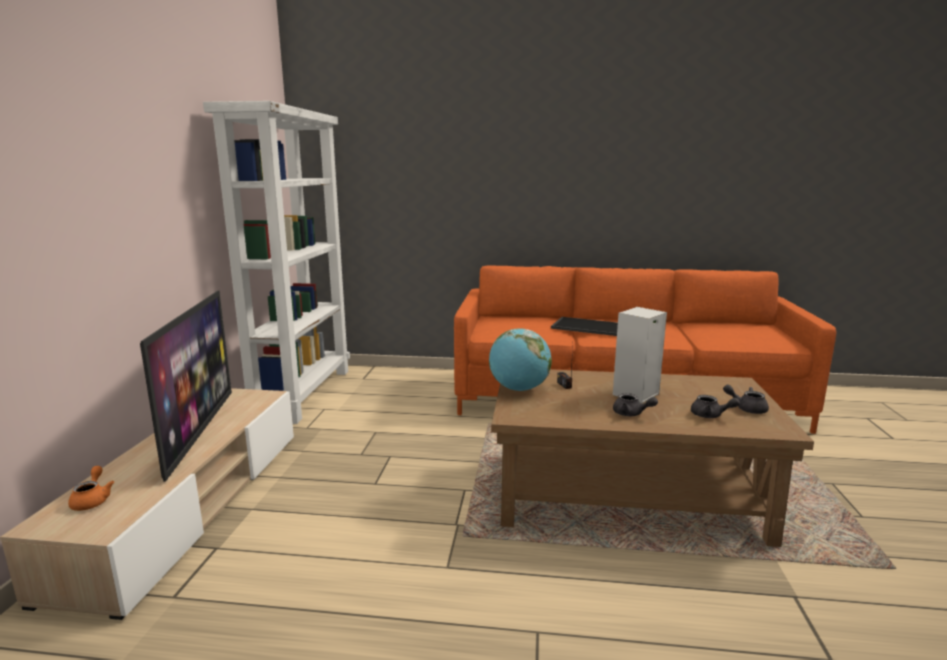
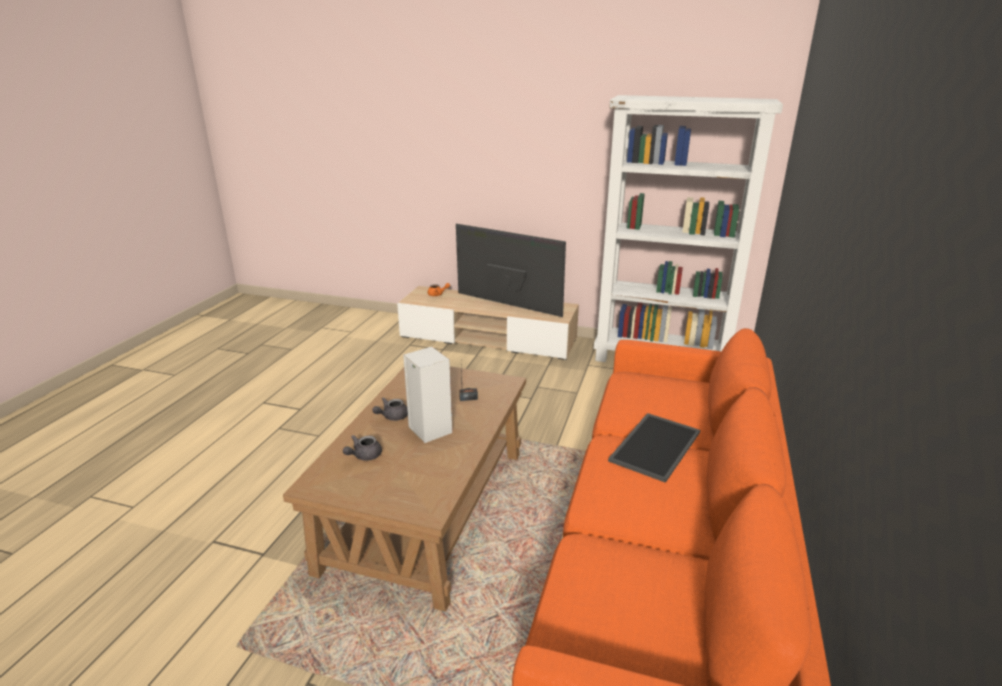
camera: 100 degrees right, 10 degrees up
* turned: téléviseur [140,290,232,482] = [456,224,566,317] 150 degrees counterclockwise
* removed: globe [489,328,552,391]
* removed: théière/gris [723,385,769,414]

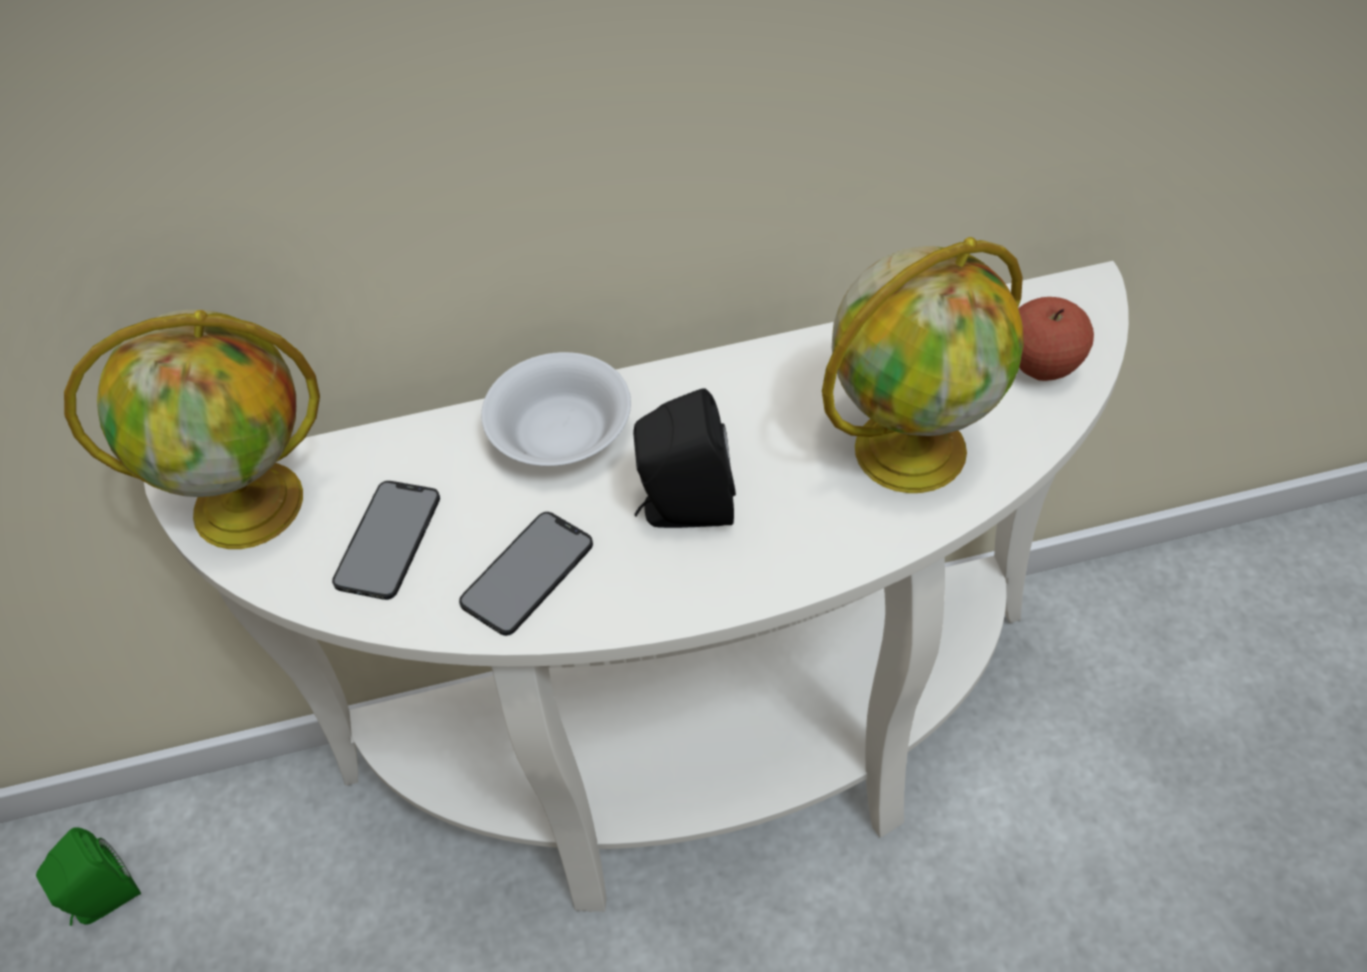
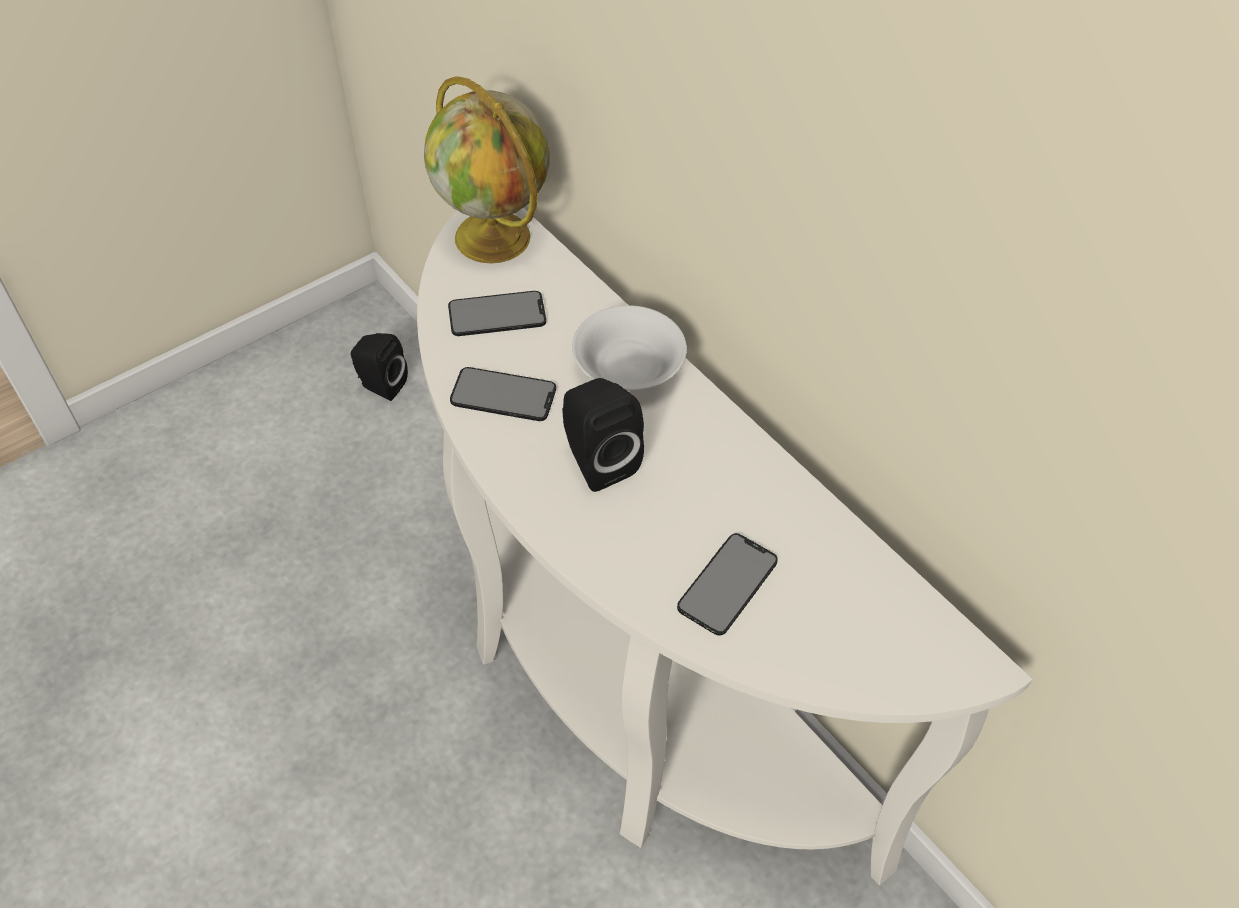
camera: 60 degrees right, 0 degrees up
* recoloured: enceinte/vert [36,827,141,926] to enceinte/noir [351,333,408,401]
* replaced: globe [822,237,1024,493] to téléphone [677,533,778,636]
* removed: pomme [1018,297,1094,381]

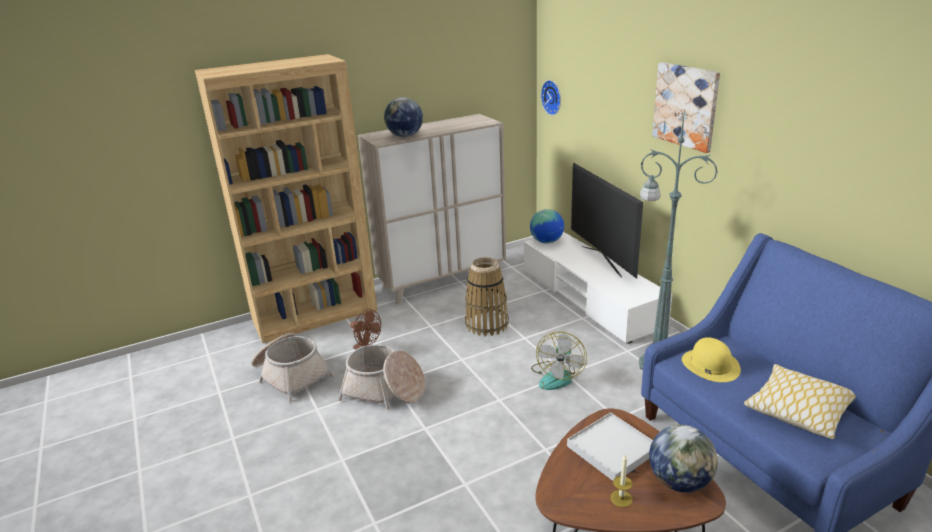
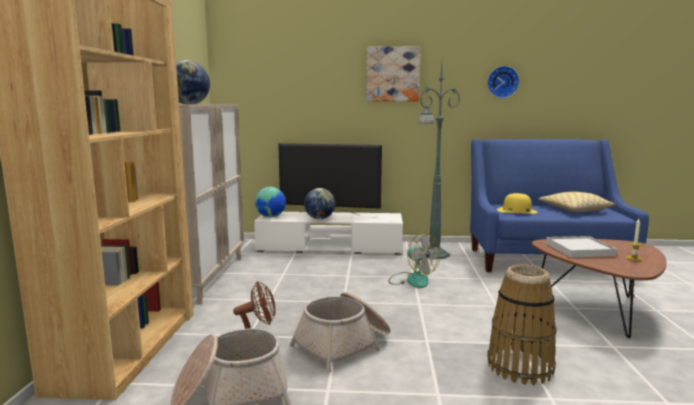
camera: 60 degrees left, 15 degrees down
* moved: panier [465,257,509,336] to [487,265,557,385]
* moved: horloge murale [541,80,561,115] to [487,66,519,98]
* moved: globe [649,424,718,493] to [304,188,335,219]

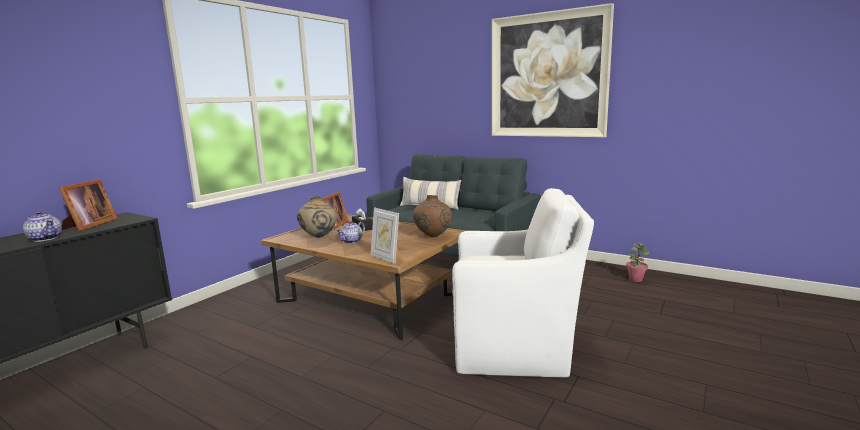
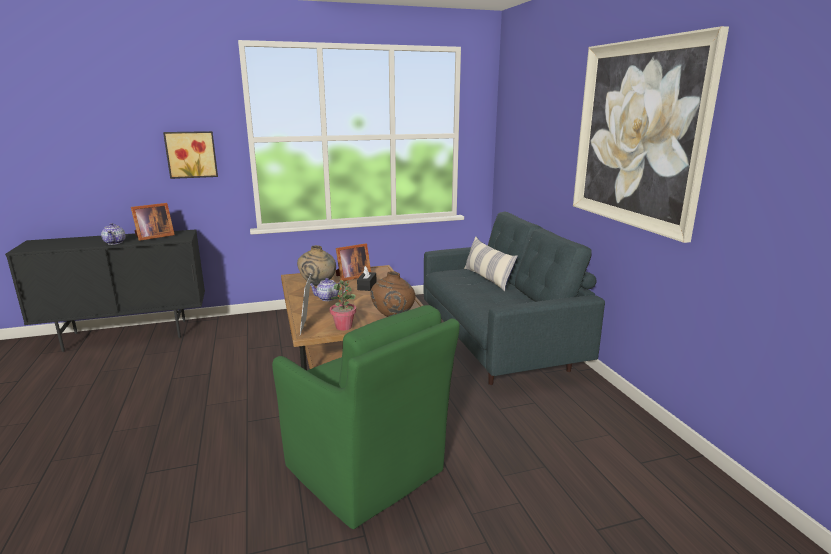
camera: 40 degrees right, 5 degrees up
* recoloured: fauteuil/blanc [452,188,594,377] to fauteuil/vert [272,305,460,529]
* moved: plante en pot [626,243,650,282] to [330,280,356,331]
* added: tableau [163,131,218,179]

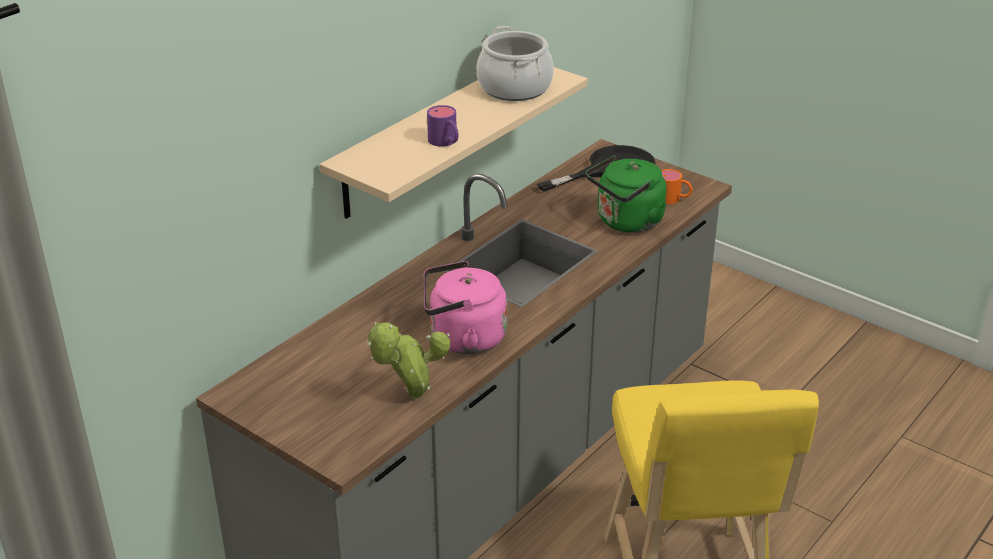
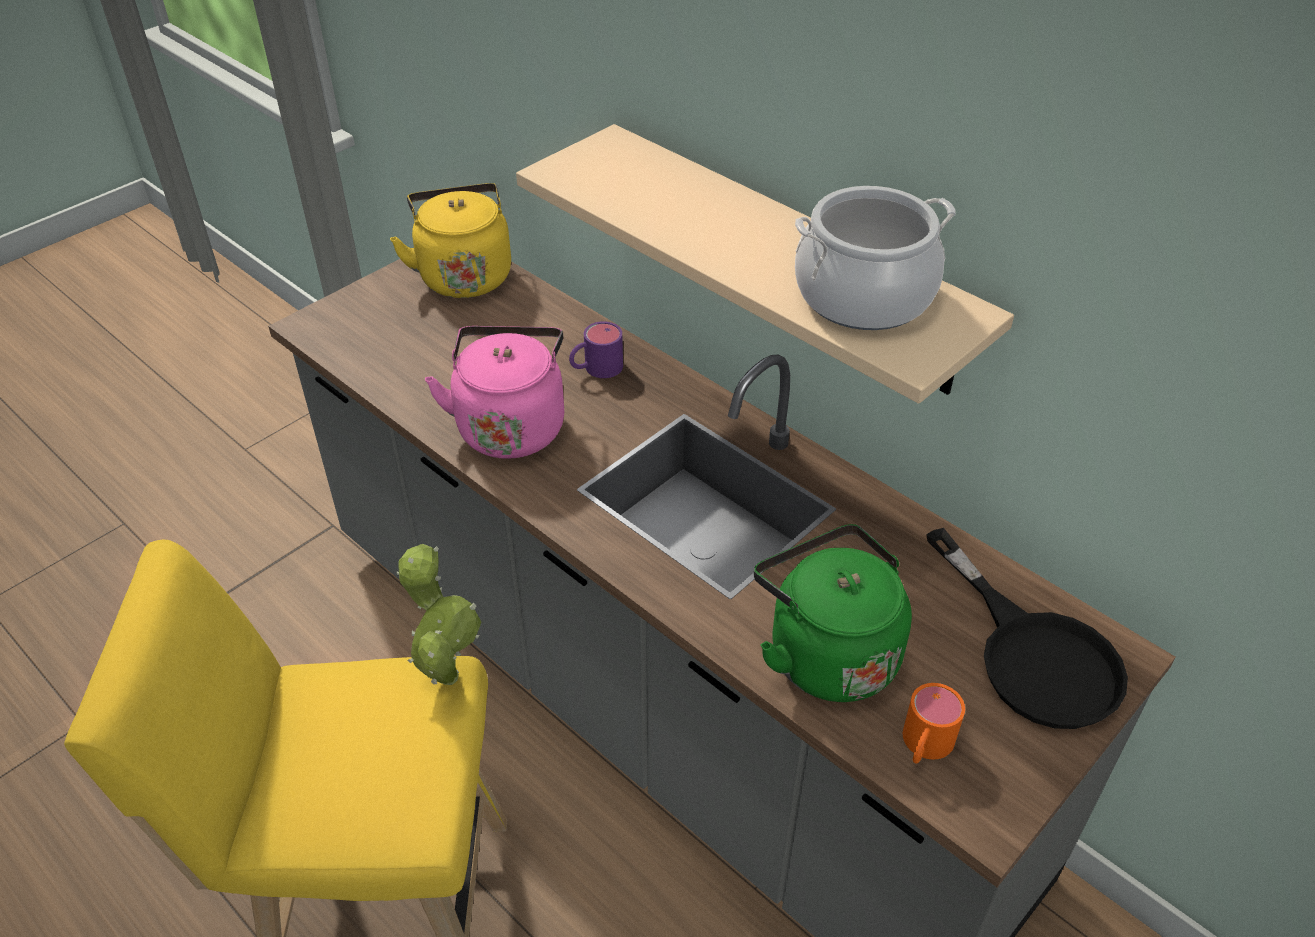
camera: 95 degrees right, 10 degrees up
* moved: plante en pot [367,322,450,399] to [396,544,481,685]
* moved: mug/violet [427,105,459,147] to [569,321,623,378]
* added: bouilloire/jaune [390,183,511,298]

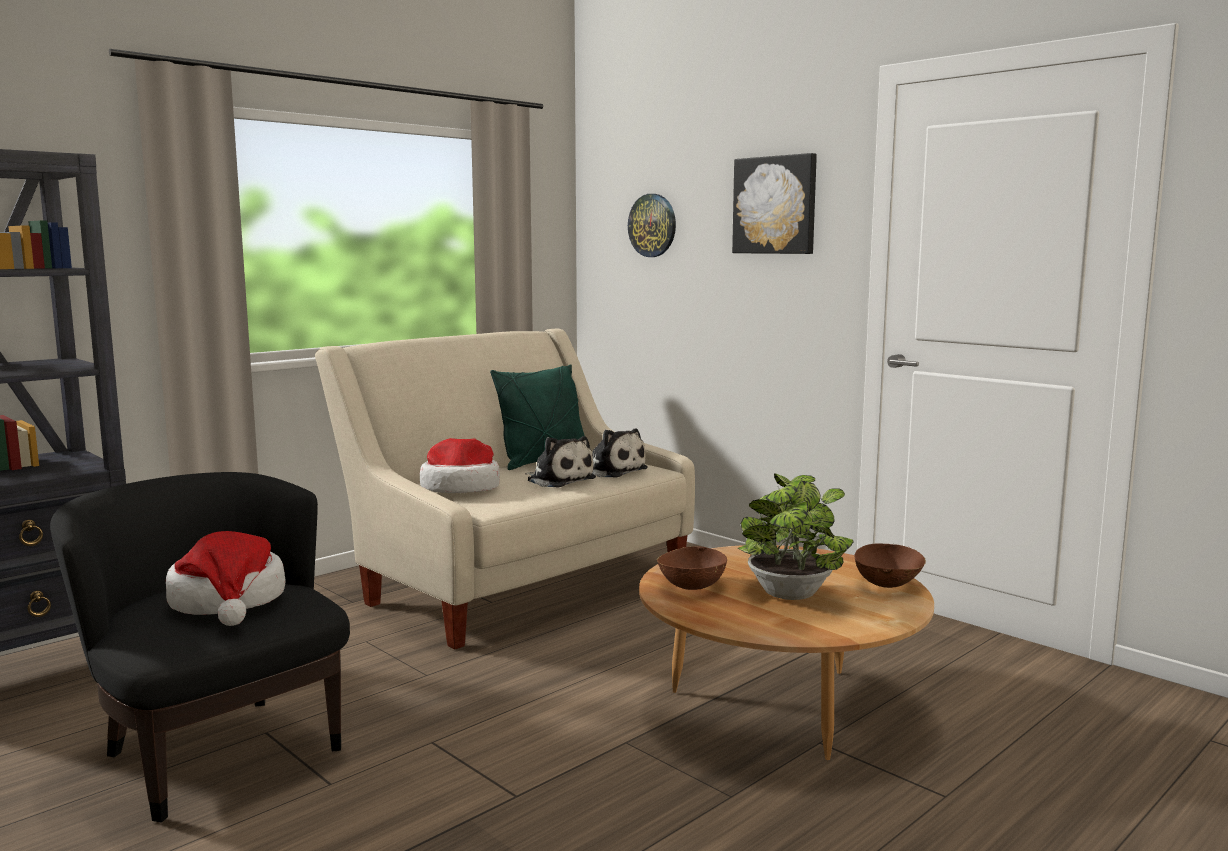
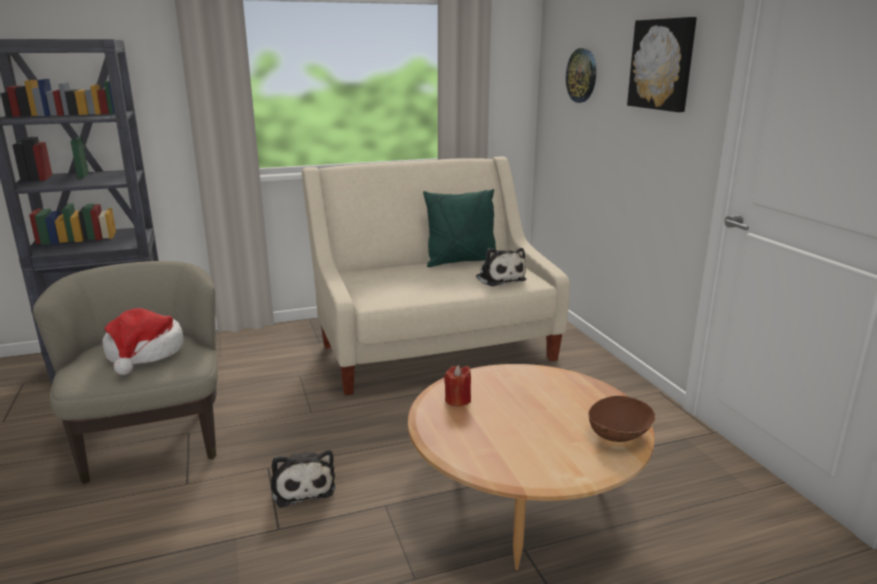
camera: 25 degrees right, 10 degrees up
* recoloured: fauteuil/noir [50,472,350,822] to fauteuil/beige [33,261,218,484]
* removed: chapeau [420,438,500,493]
* moved: peluche [525,436,596,488] to [271,450,336,508]
* replaced: bol/marron [657,546,727,590] to bougie/rouge [444,365,471,406]
* removed: plante en pot [738,473,854,600]

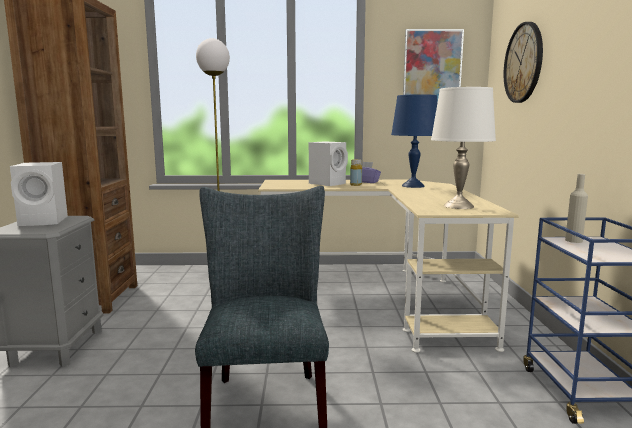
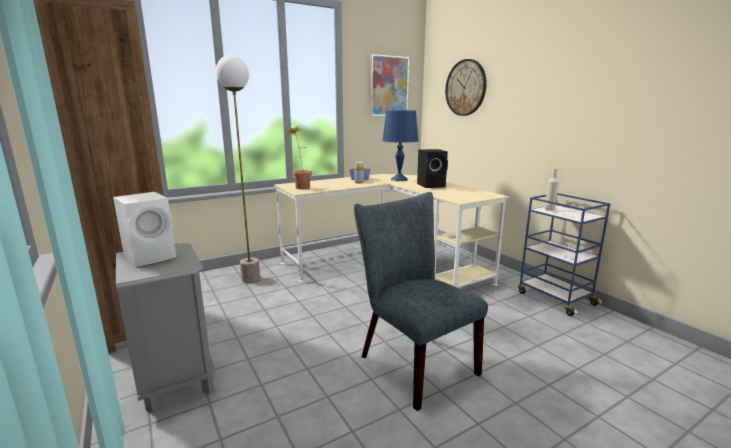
camera: 30 degrees left, 5 degrees up
* removed: enceinte/blanc [309,141,348,186]
* removed: lampe de table/blanc [431,87,496,209]
* added: plante en pot [286,127,312,189]
* added: enceinte/noir [417,149,448,188]

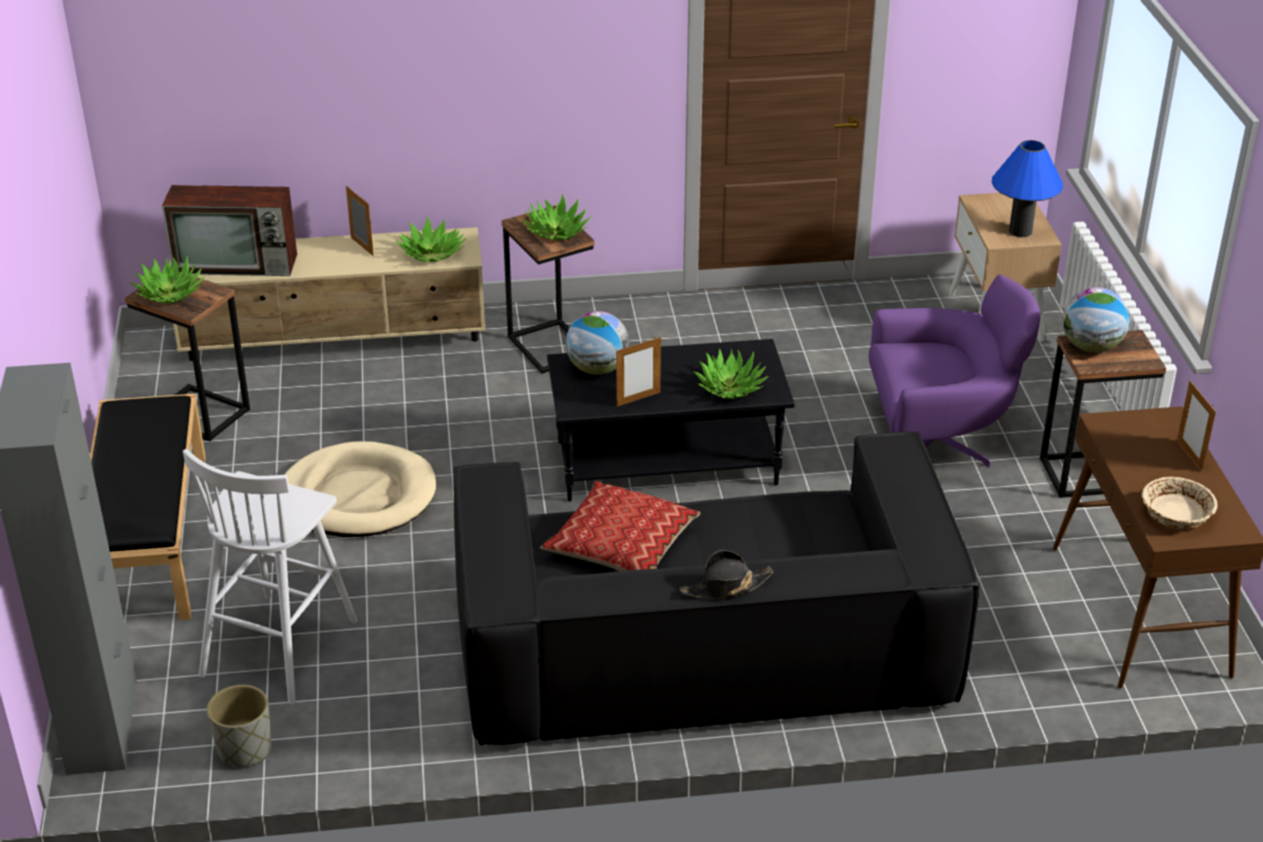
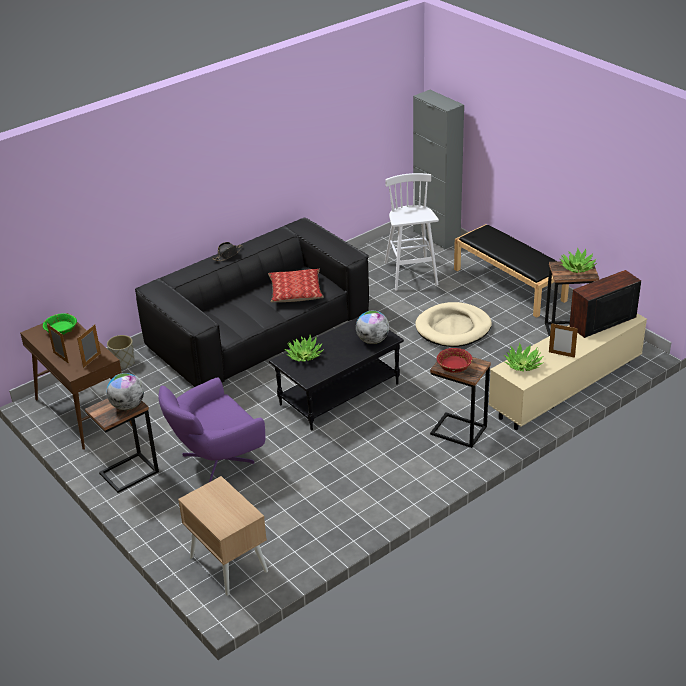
camera: 150 degrees right, 0 degrees up
* moved: cache-pot/gris [207,685,271,767] to [107,335,135,370]
* replaced: plante en pot [521,194,591,240] to bol/rouge [437,348,472,373]
* moved: cadre photo [616,337,661,406] to [77,325,101,368]
* removed: lampe de table/bleu [992,140,1063,237]
* recoloured: bol/beige [1141,477,1217,529] to bol/vert [43,313,77,335]

